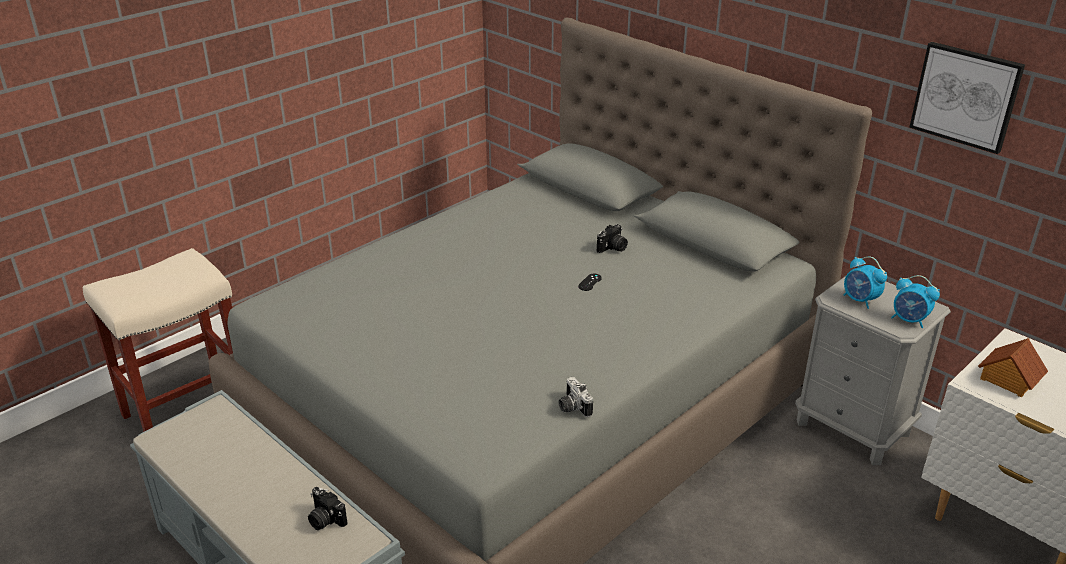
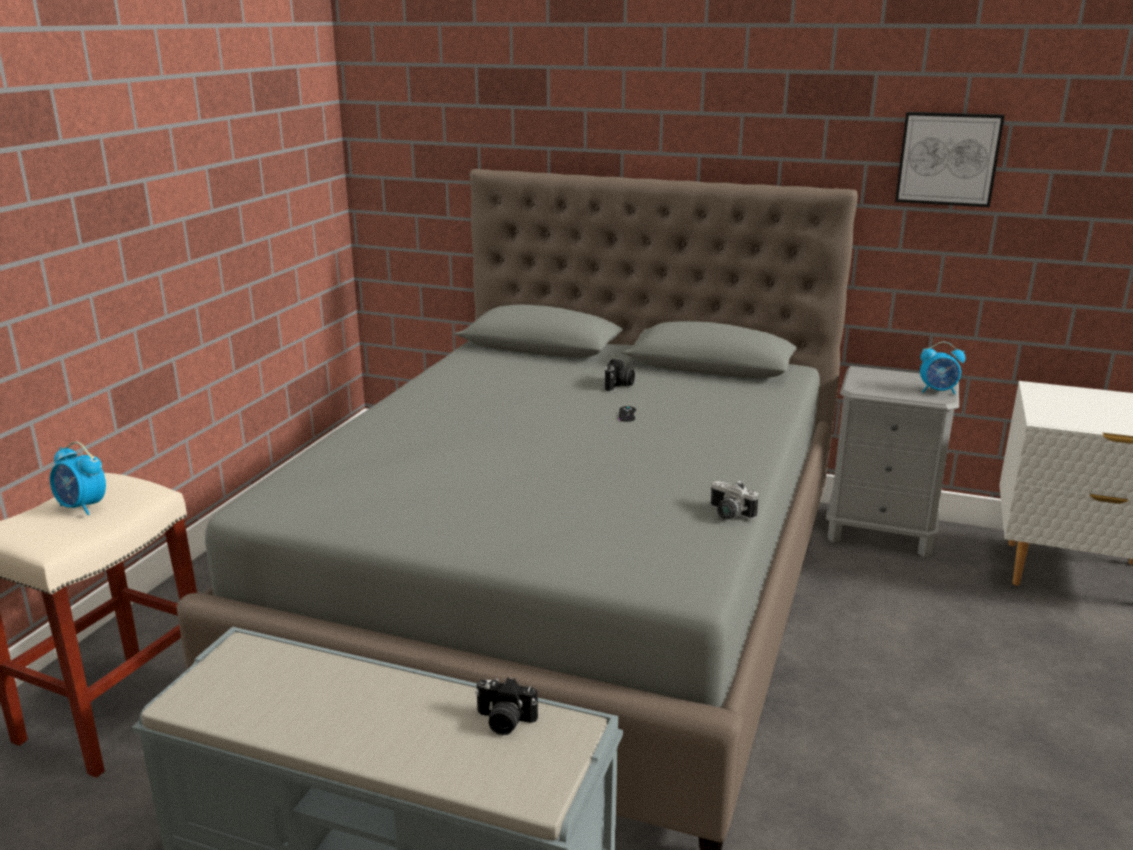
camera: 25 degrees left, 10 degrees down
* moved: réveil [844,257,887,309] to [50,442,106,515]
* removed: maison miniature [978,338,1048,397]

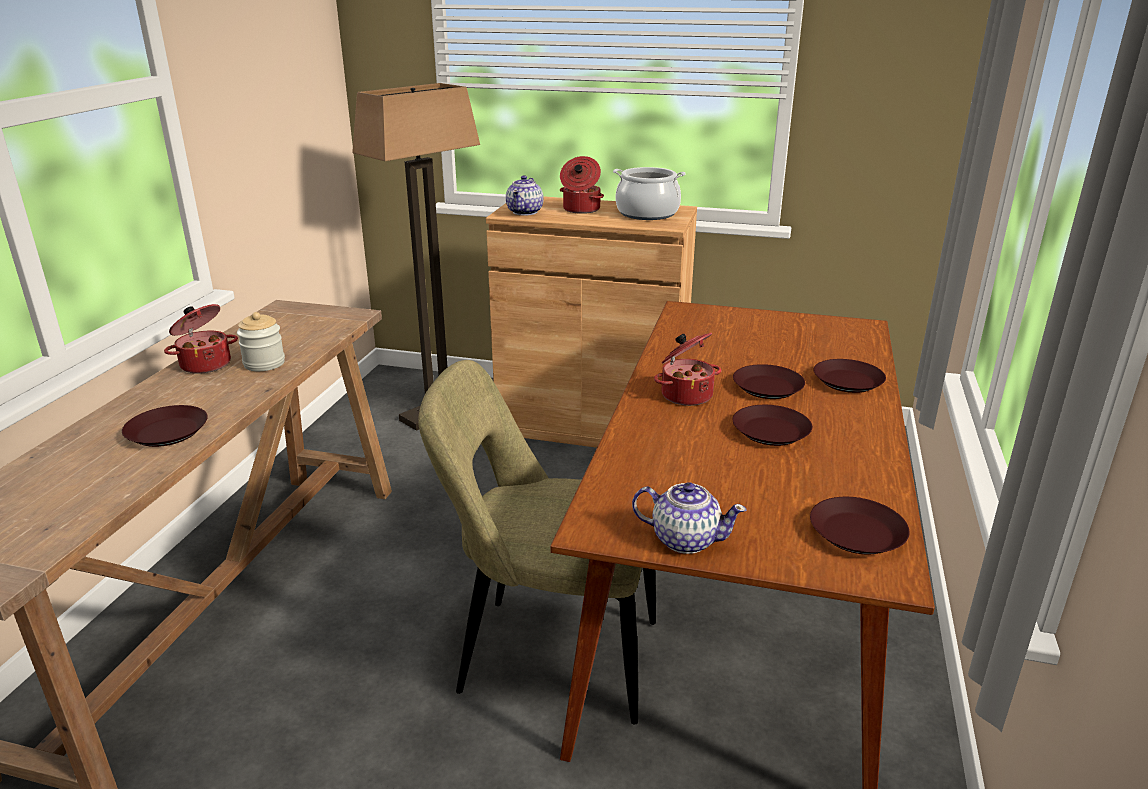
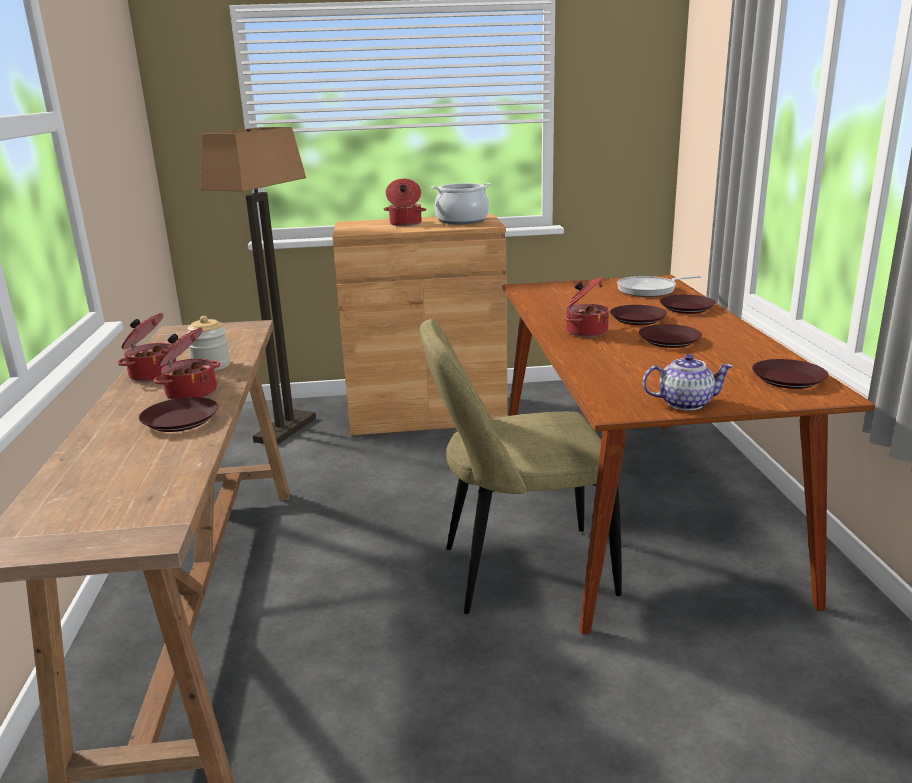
camera: 20 degrees left, 5 degrees down
* removed: théière [506,175,544,216]
* added: marmite [154,328,221,399]
* added: poêle [617,275,701,297]

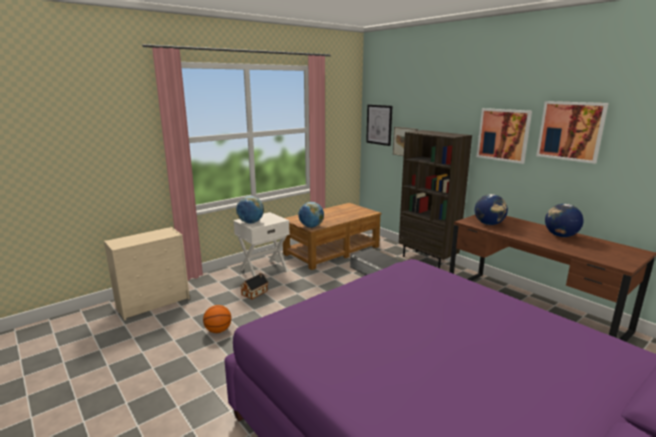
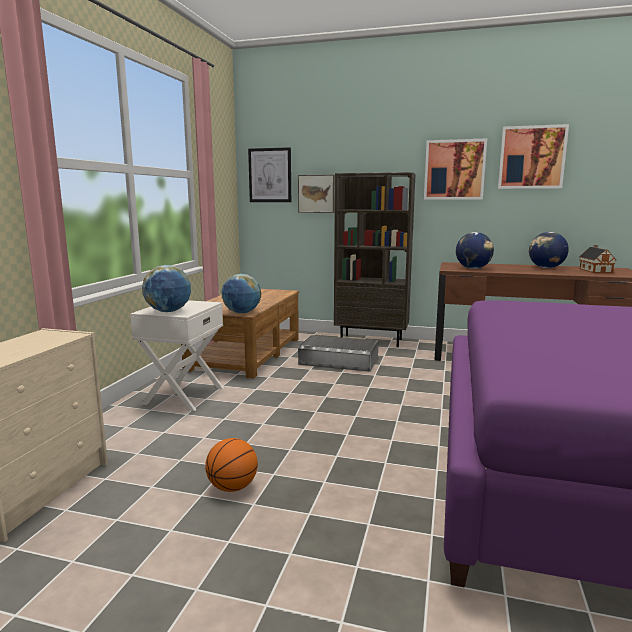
camera: 35 degrees left, 5 degrees down
* moved: maison miniature [240,273,269,299] to [579,245,617,273]

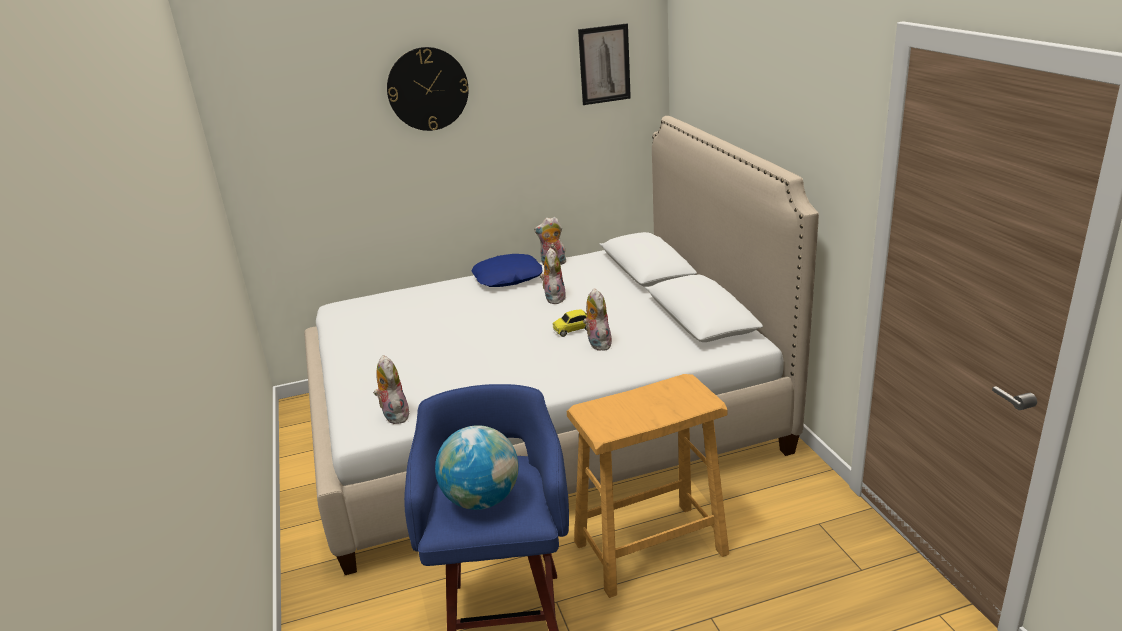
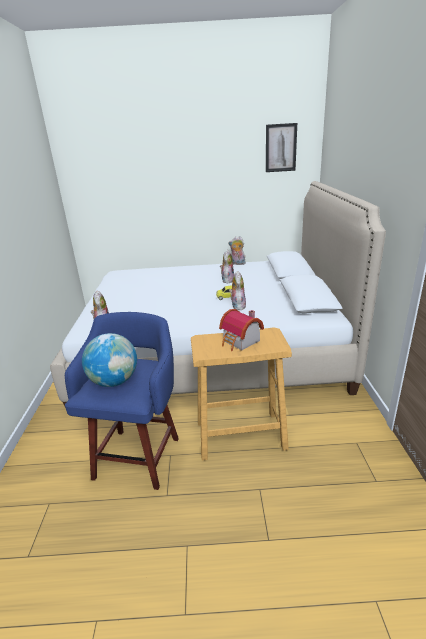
camera: 15 degrees right, 0 degrees up
* removed: horloge murale [387,47,469,131]
* removed: coussin/bleu [472,254,543,287]
* added: maison miniature [219,309,264,351]

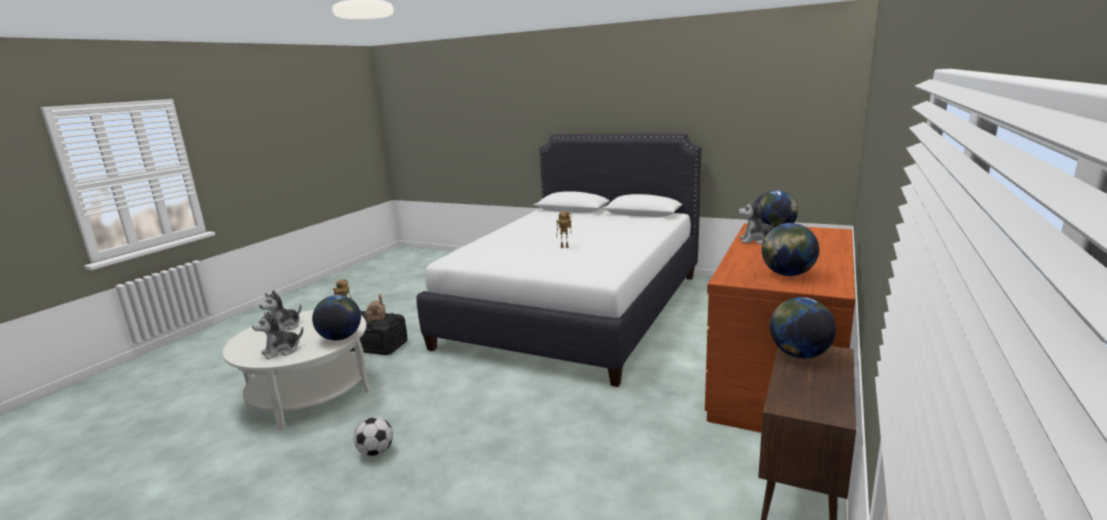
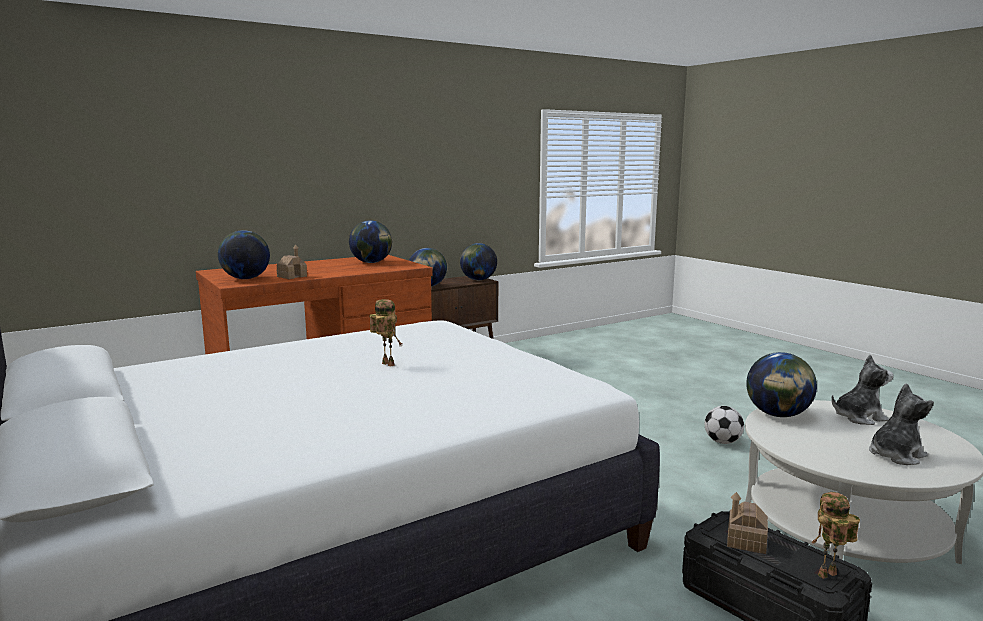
camera: 150 degrees left, 5 degrees down
* replaced: peluche [738,199,782,244] to maison miniature [277,244,307,279]
* added: globe [460,243,497,280]

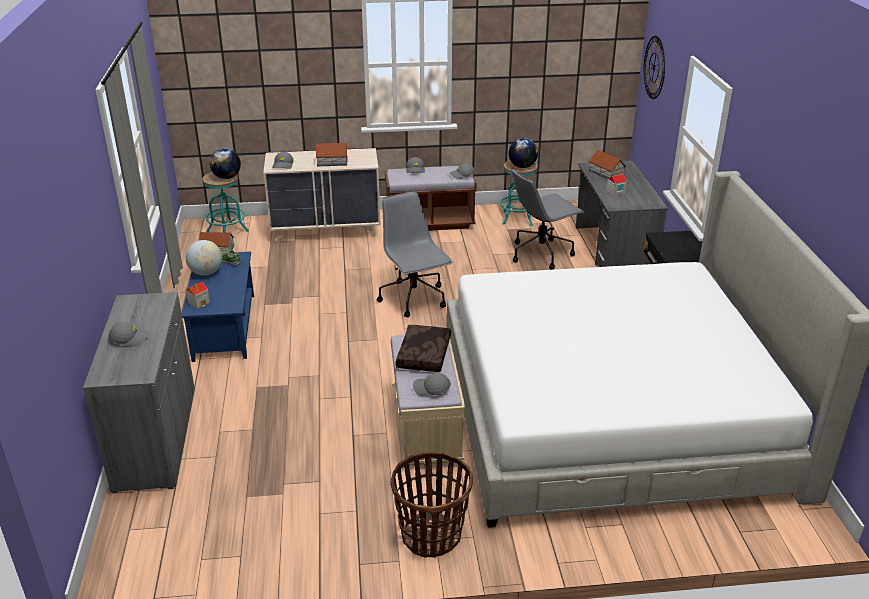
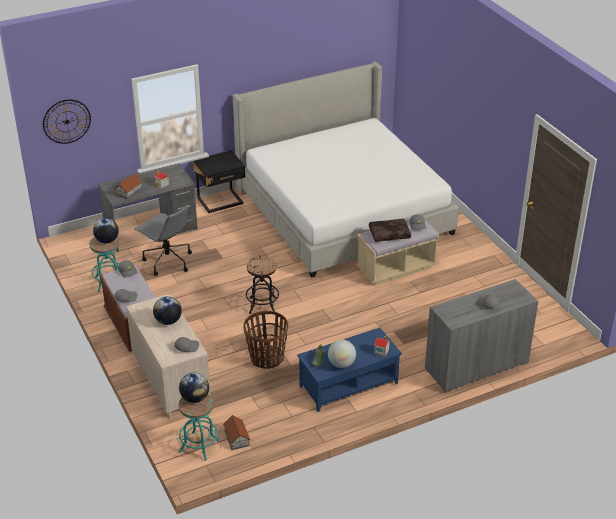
camera: 110 degrees left, 5 degrees up
* replaced: maison miniature [316,143,348,166] to globe [153,297,182,325]
* replaced: chaise de bureau/gris [377,192,452,317] to tabouret/noir [246,256,279,314]
* moved: panier [390,452,473,558] to [243,311,288,369]

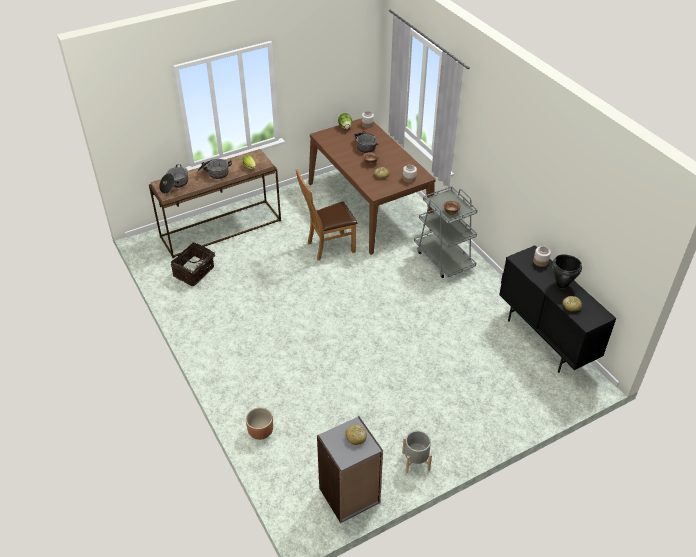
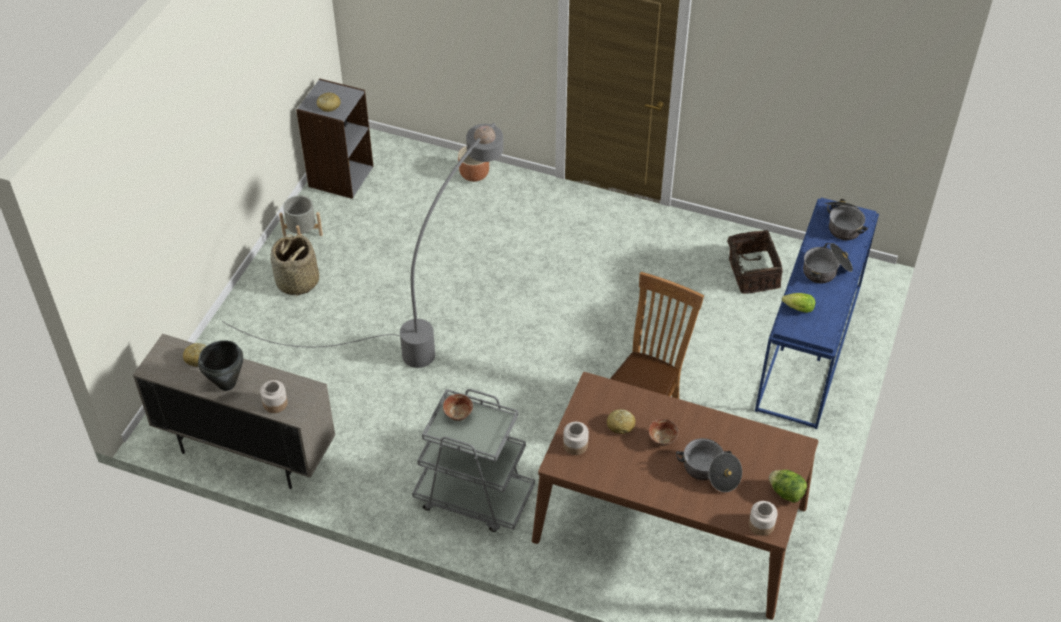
camera: 140 degrees right, 5 degrees up
* recoloured: table console/marron [149,149,281,258] to table console/bleu [755,198,879,429]
* recoloured: meuble de rangement/noir [499,245,616,373] to meuble de rangement/beige [133,334,336,489]
* added: lampadaire/gris [222,123,503,368]
* added: panier [270,234,319,297]

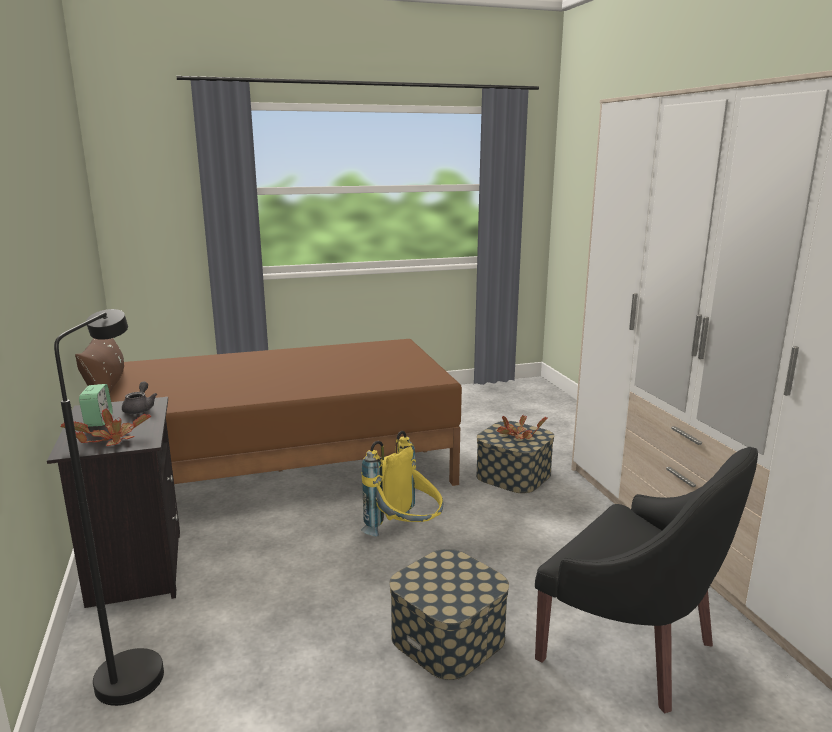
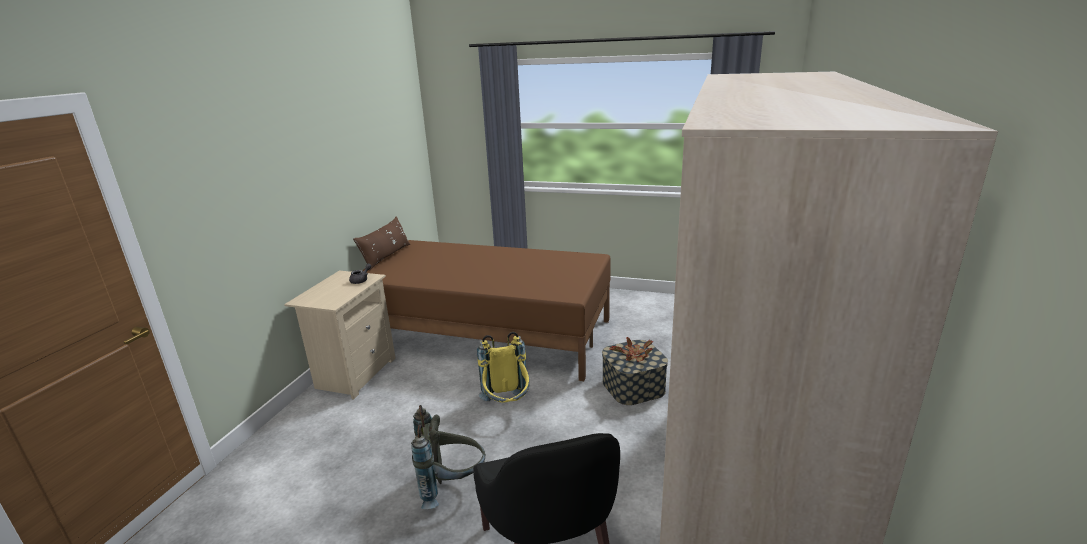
camera: 35 degrees right, 5 degrees up
* recoloured: table de chevet/noir [47,397,180,608] to table de chevet/beige [284,271,396,399]
* removed: lampadaire/noir [54,309,164,706]
* removed: plante en pot [60,408,151,446]
* removed: réveil [79,384,113,427]
* replaced: boîte de rangement [389,549,509,680] to sac à dos/gris [411,405,485,509]

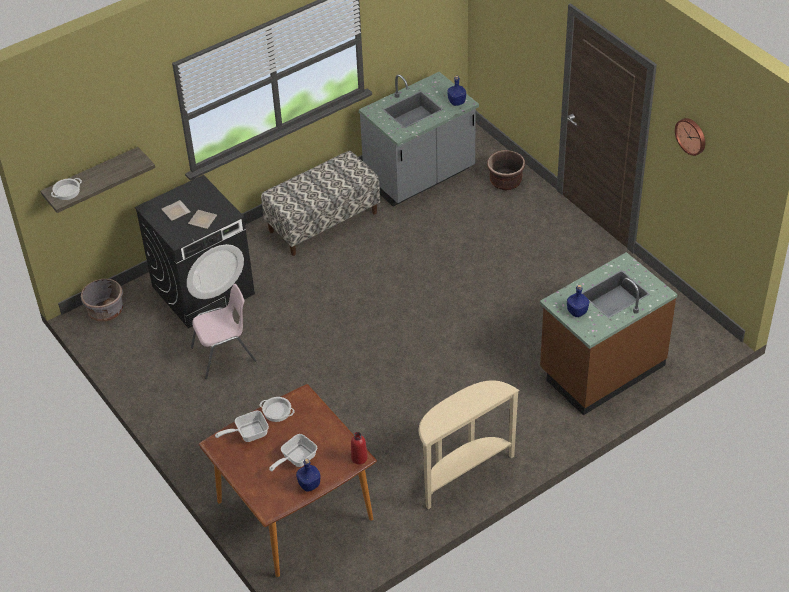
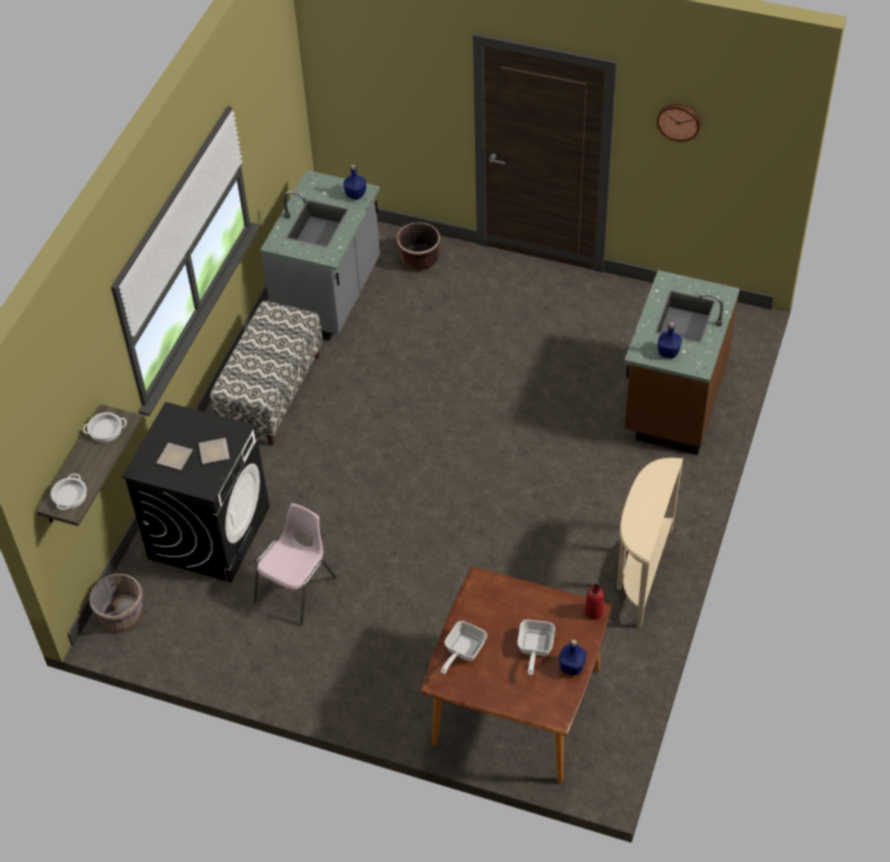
camera: 35 degrees left, 5 degrees up
* moved: marmite [260,397,295,422] to [83,412,127,442]

